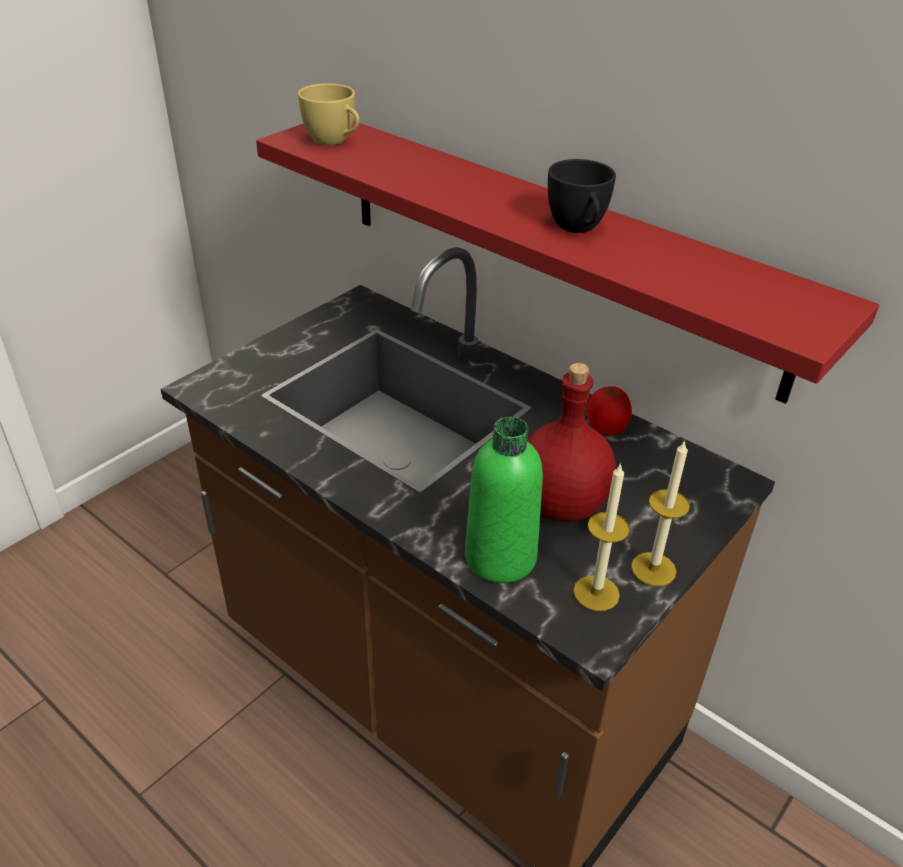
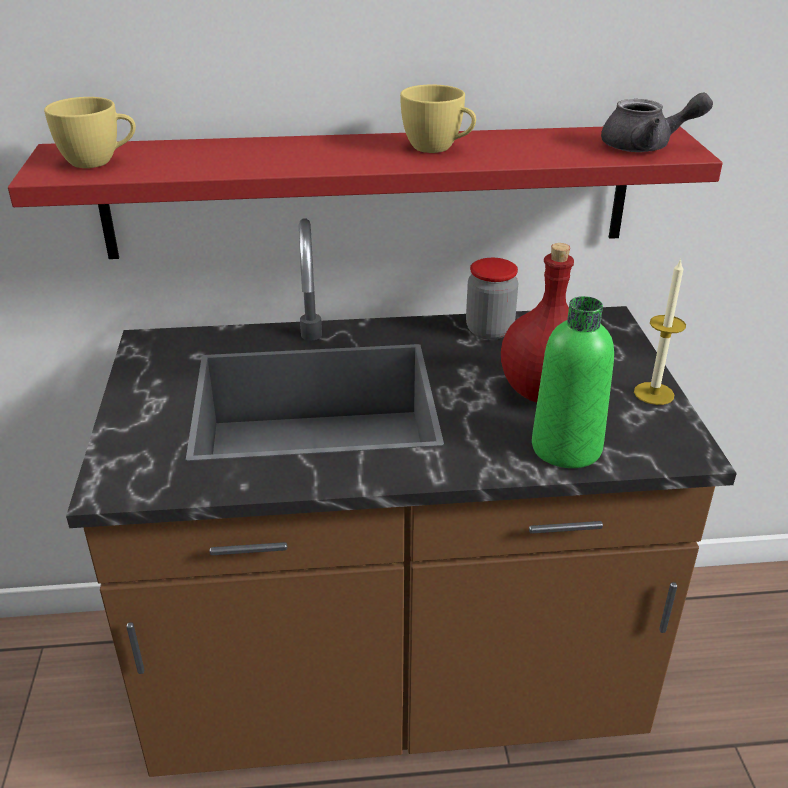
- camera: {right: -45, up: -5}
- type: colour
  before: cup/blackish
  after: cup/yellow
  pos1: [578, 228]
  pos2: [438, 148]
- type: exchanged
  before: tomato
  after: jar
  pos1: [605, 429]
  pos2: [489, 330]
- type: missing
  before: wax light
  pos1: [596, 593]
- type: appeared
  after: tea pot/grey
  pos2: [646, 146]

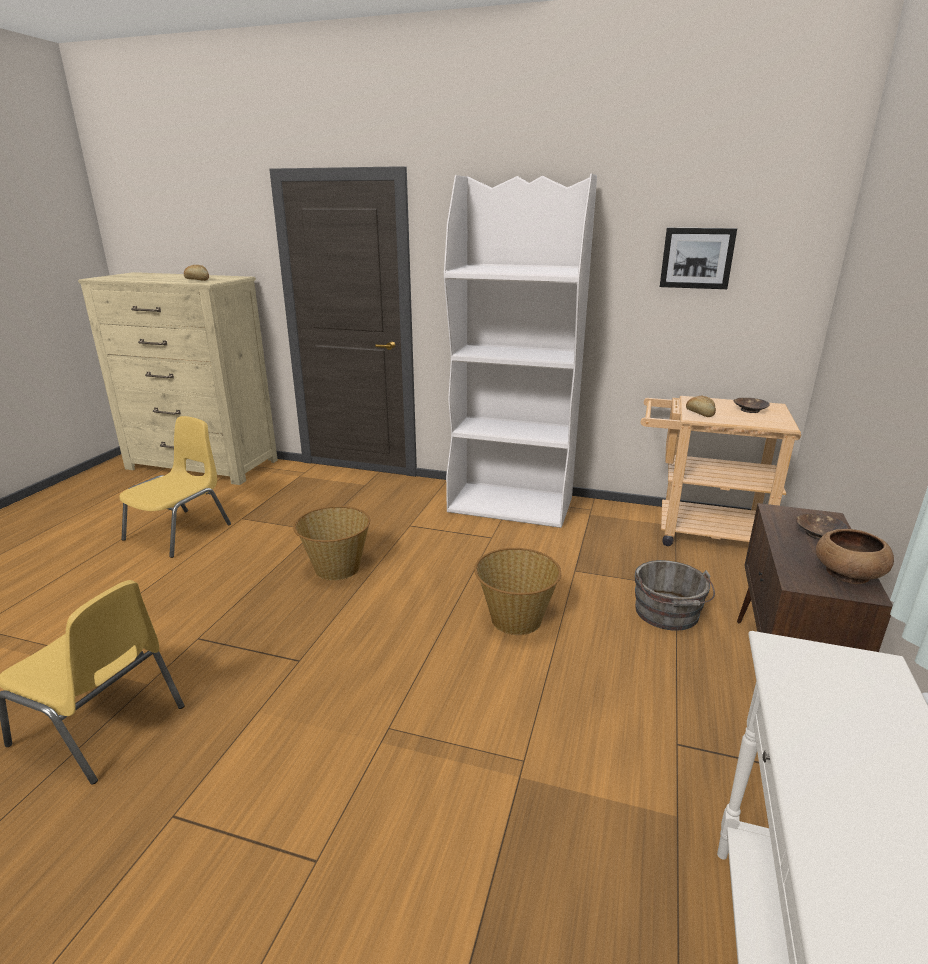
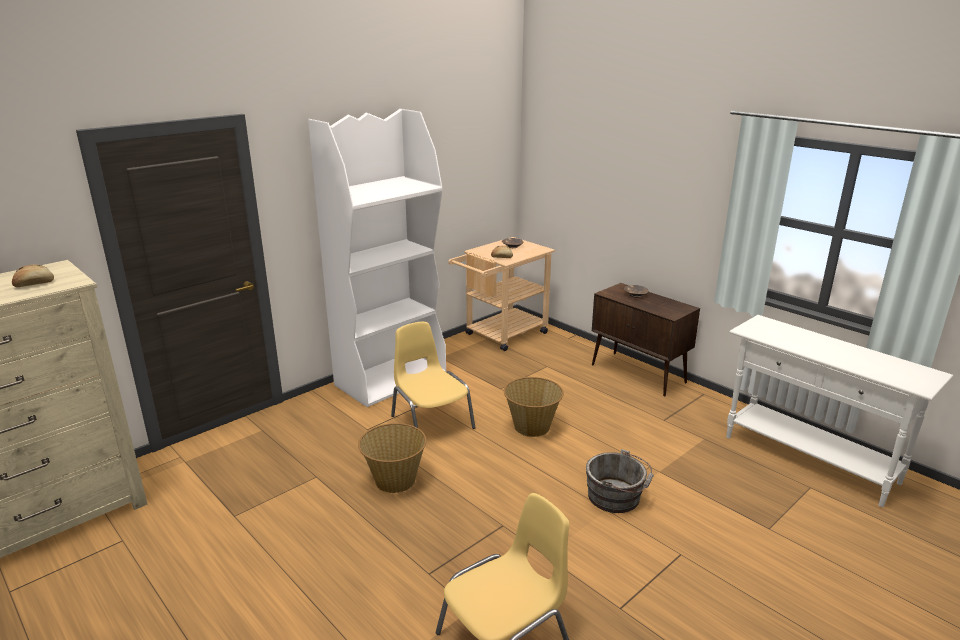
- camera: {right: -60, up: 0}
- type: missing
  before: picture
  pos1: [697, 258]
- type: relocated
  before: chair/yellow
  pos1: [180, 532]
  pos2: [431, 422]
- type: missing
  before: bowl/brownish
  pos1: [847, 574]
- type: relocated
  before: pail/grey
  pos1: [668, 614]
  pos2: [617, 497]

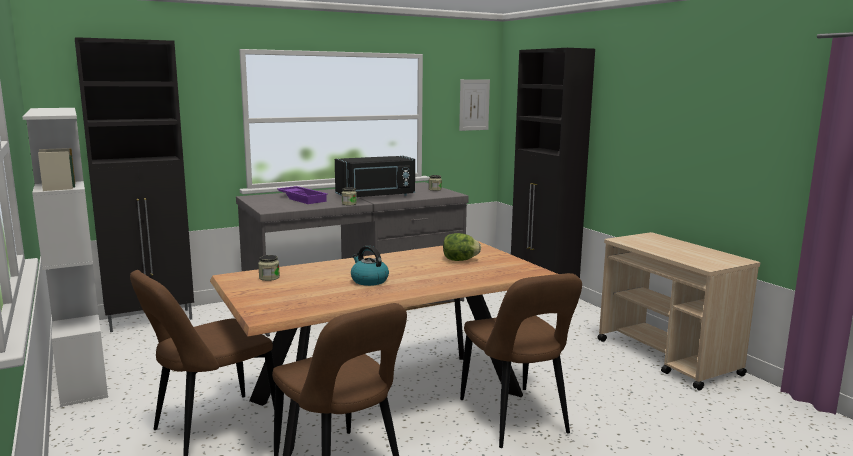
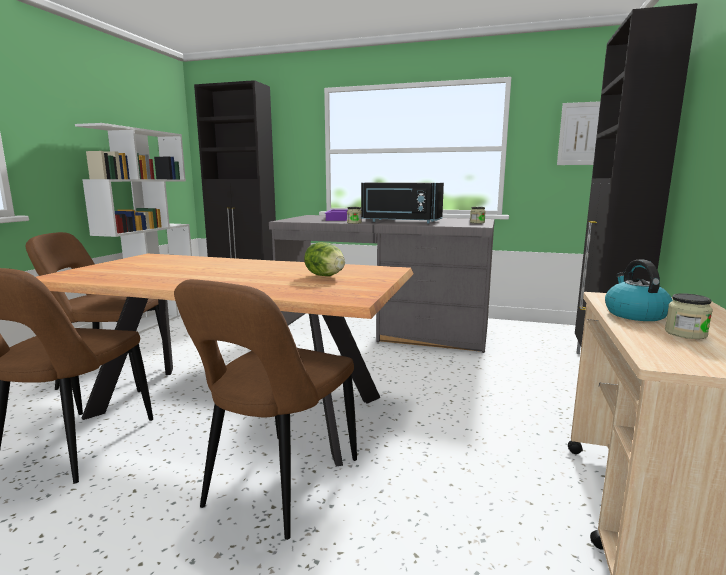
- camera: {right: 45, up: 0}
- type: relocated
  before: kettle
  pos1: [369, 280]
  pos2: [634, 314]
- type: relocated
  before: jar
  pos1: [269, 277]
  pos2: [685, 333]

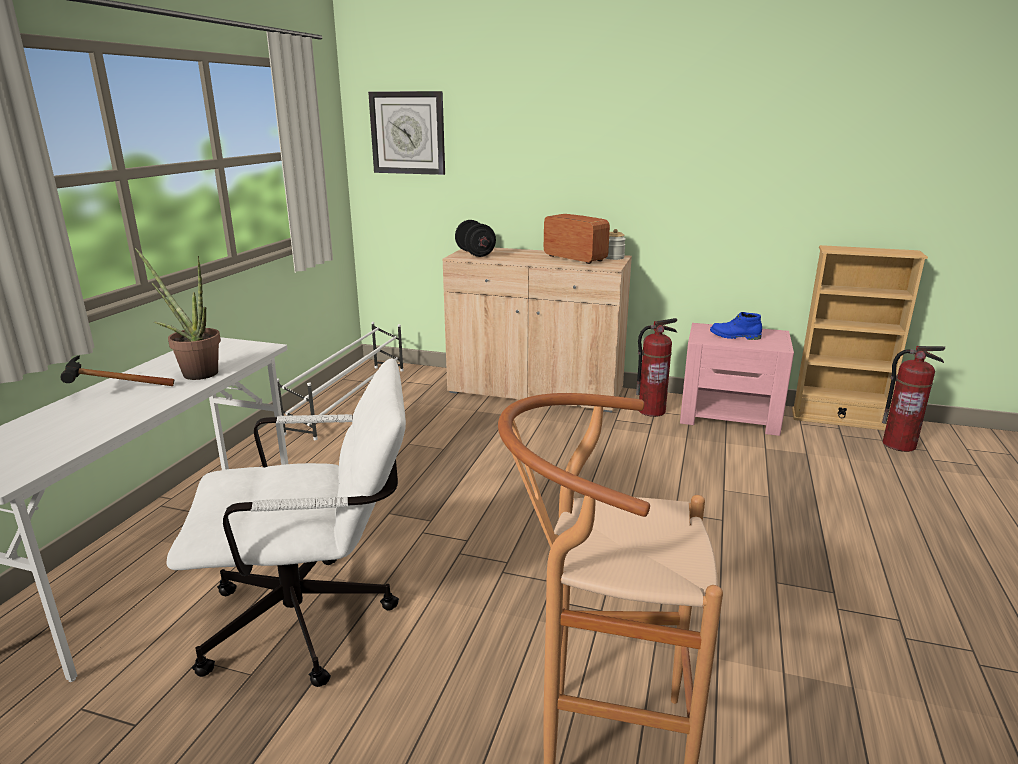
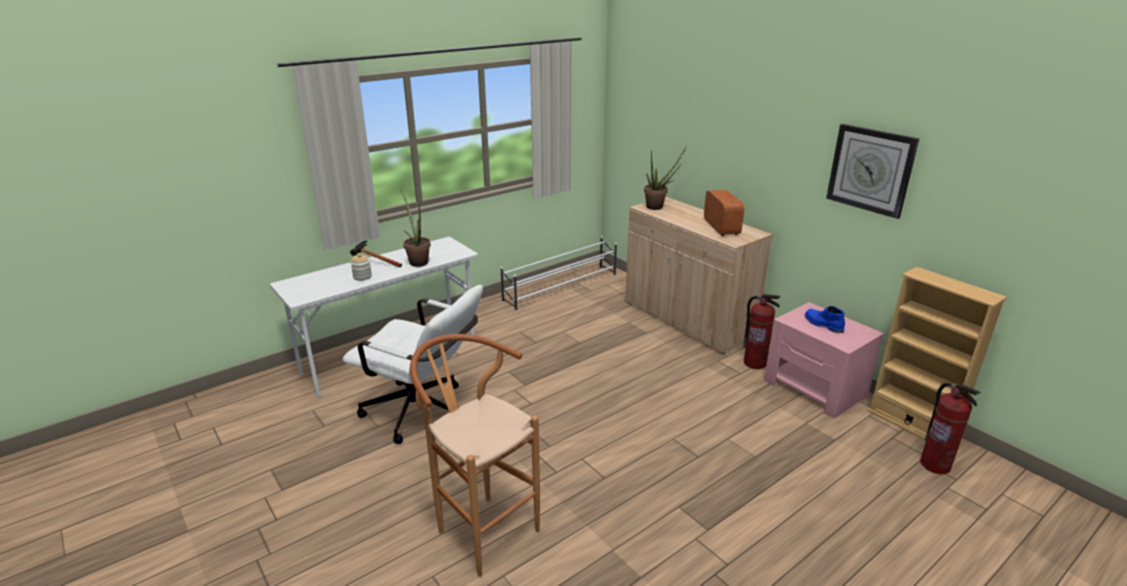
- camera: {right: 35, up: 5}
- type: relocated
  before: clock on the wall
  pos1: [408, 133]
  pos2: [871, 170]
- type: exchanged
  before: free weight/blackish
  after: plant in a pot
  pos1: [475, 254]
  pos2: [658, 207]
- type: relocated
  before: jar
  pos1: [613, 257]
  pos2: [362, 277]

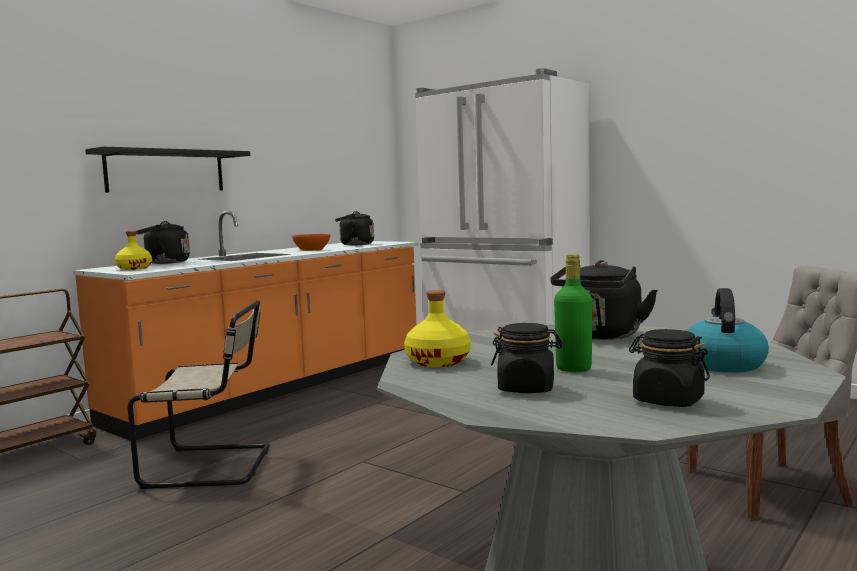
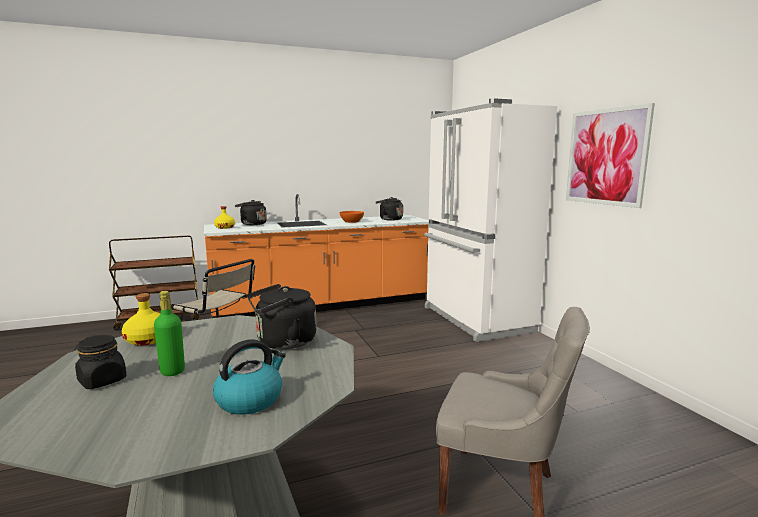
- camera: {right: 30, up: 5}
- type: missing
  before: shelf/blackish
  pos1: [166, 171]
- type: missing
  before: jar/blackish
  pos1: [668, 400]
- type: appeared
  after: picture
  pos2: [606, 157]

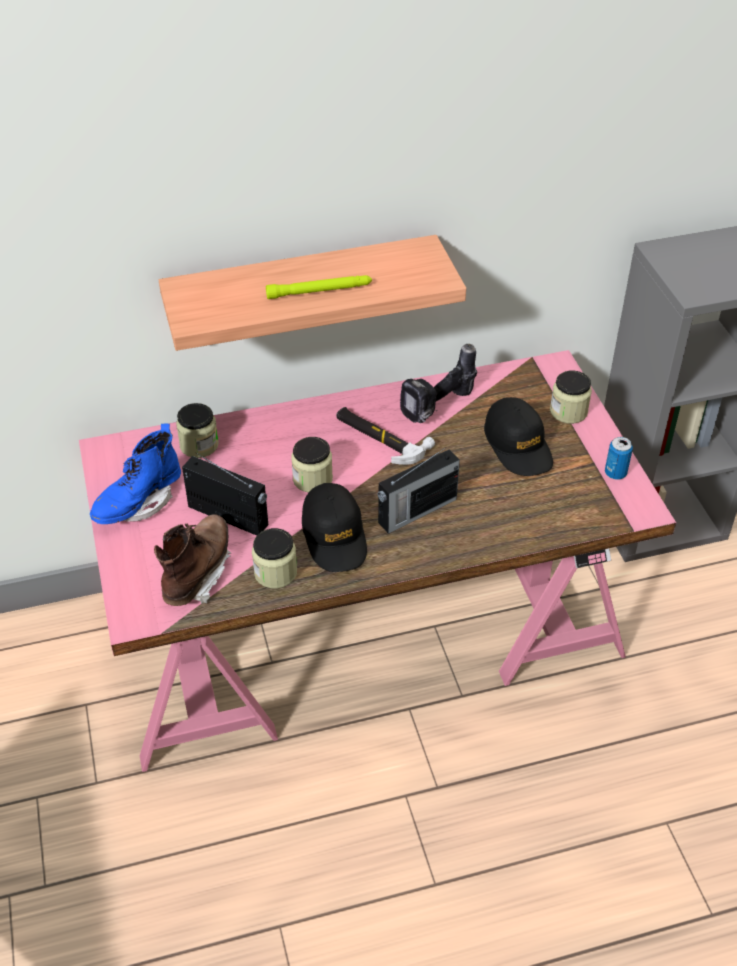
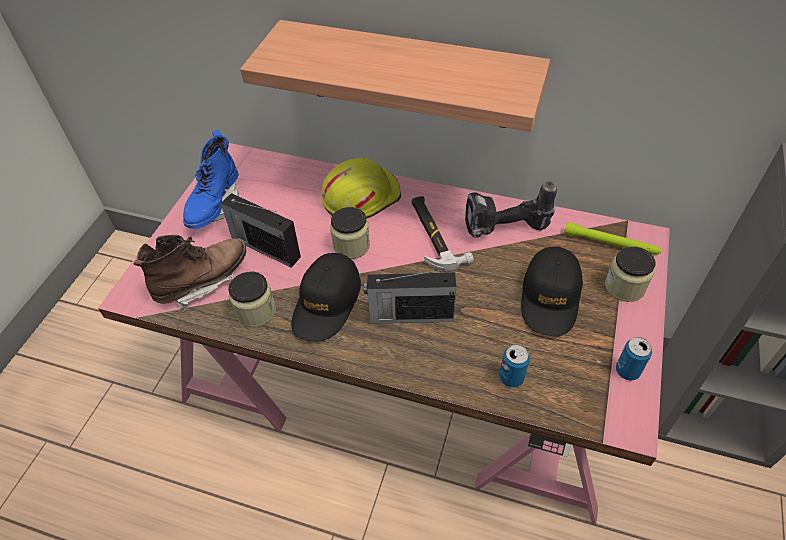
- camera: {right: 35, up: 5}
- type: relocated
  before: hand torch/greenish
  pos1: [319, 291]
  pos2: [610, 243]
- type: missing
  before: jar
  pos1: [199, 445]
- type: spun
  before: boot/blue
  pos1: [139, 503]
  pos2: [215, 206]
  turn: -60
- type: spun
  before: radio set
  pos1: [229, 516]
  pos2: [265, 247]
  turn: 150
- type: appeared
  after: work helmet/yellow
  pos2: [360, 196]
- type: appeared
  after: metal can
  pos2: [511, 378]

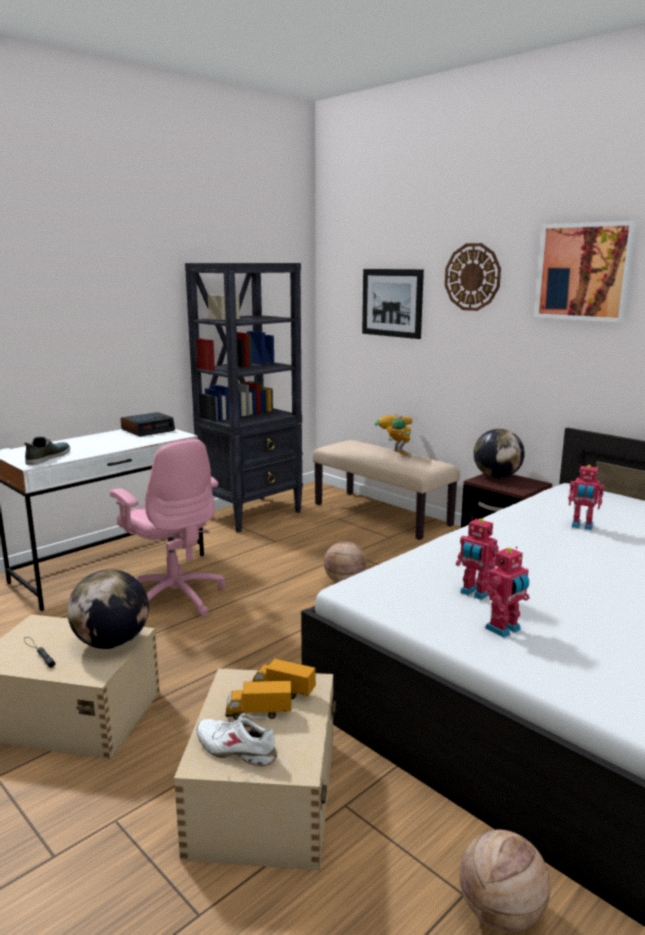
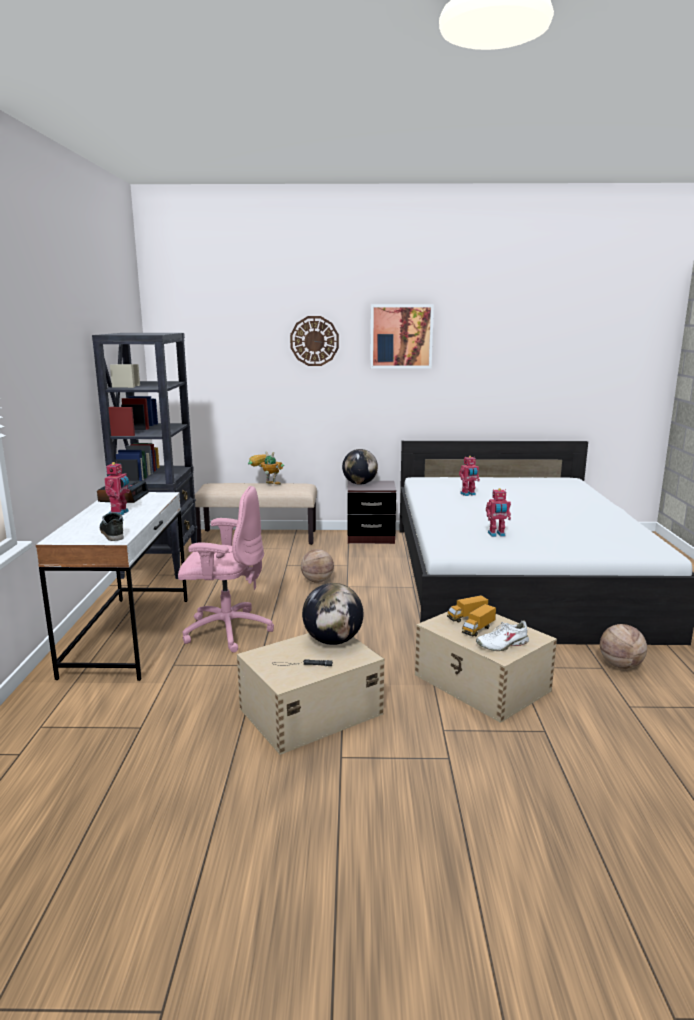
- camera: {right: -45, up: 0}
- type: missing
  before: picture
  pos1: [392, 303]
- type: relocated
  before: toy robot
  pos1: [504, 629]
  pos2: [120, 513]

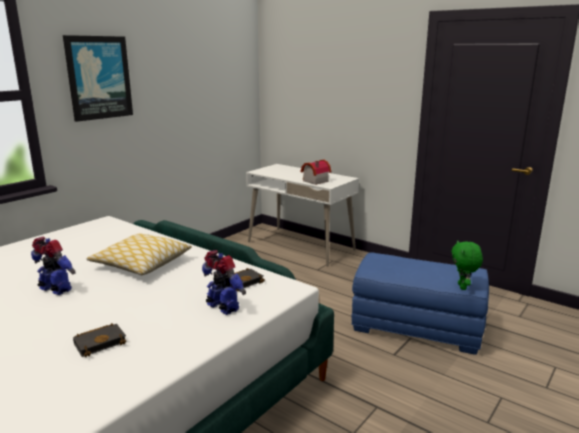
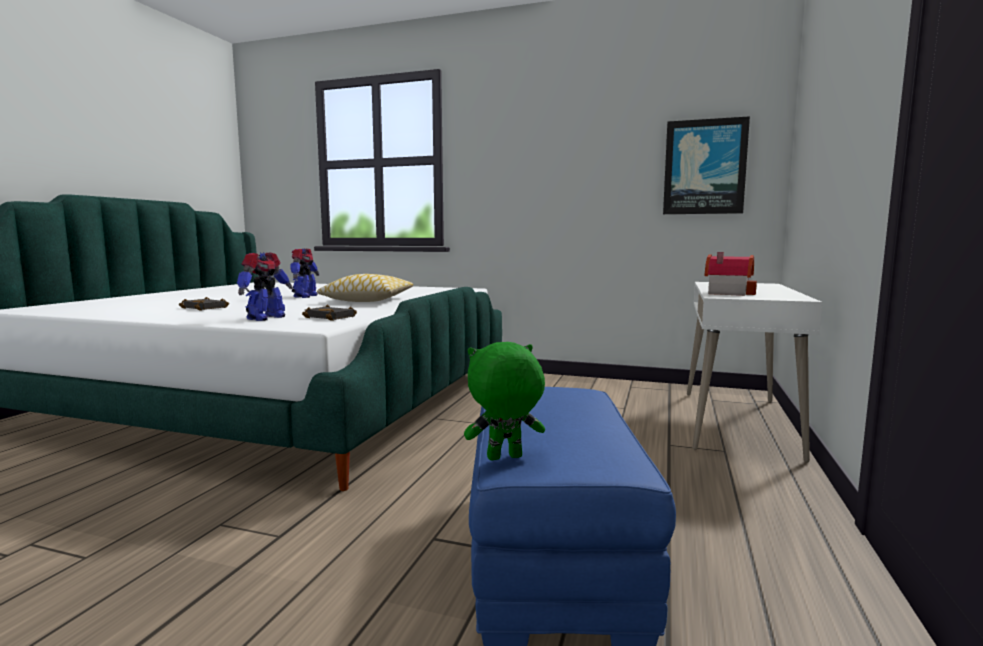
- camera: {right: 70, up: -10}
- type: relocated
  before: picture
  pos1: [99, 78]
  pos2: [704, 167]

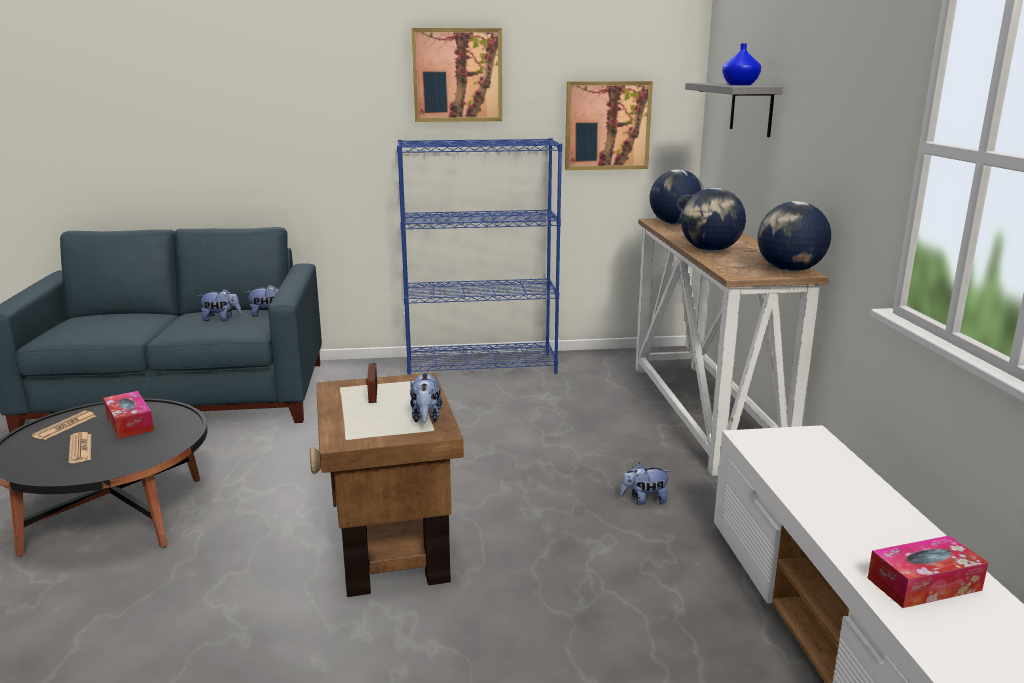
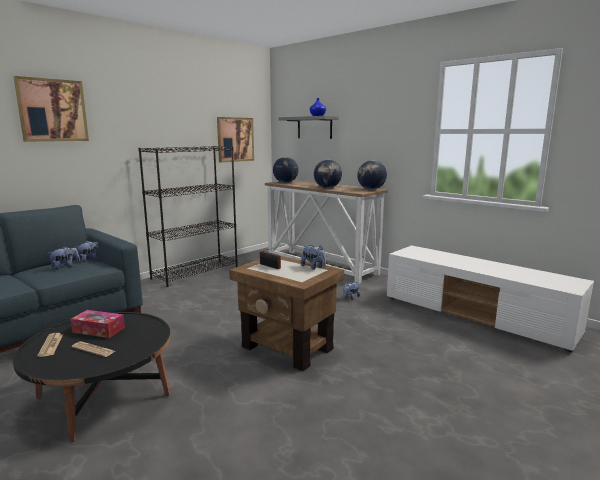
- camera: {right: -40, up: -5}
- type: relocated
  before: picture
  pos1: [457, 75]
  pos2: [52, 110]
- type: colour
  before: shelving unit/blue
  after: shelving unit/blackish
  pos1: [482, 366]
  pos2: [196, 272]
- type: missing
  before: tissue box
  pos1: [924, 584]

